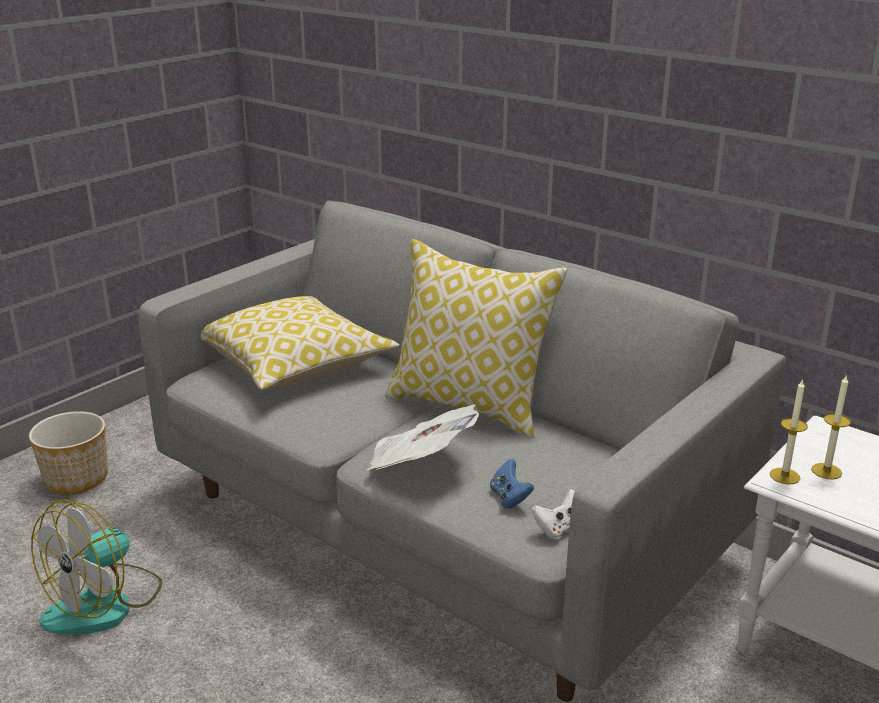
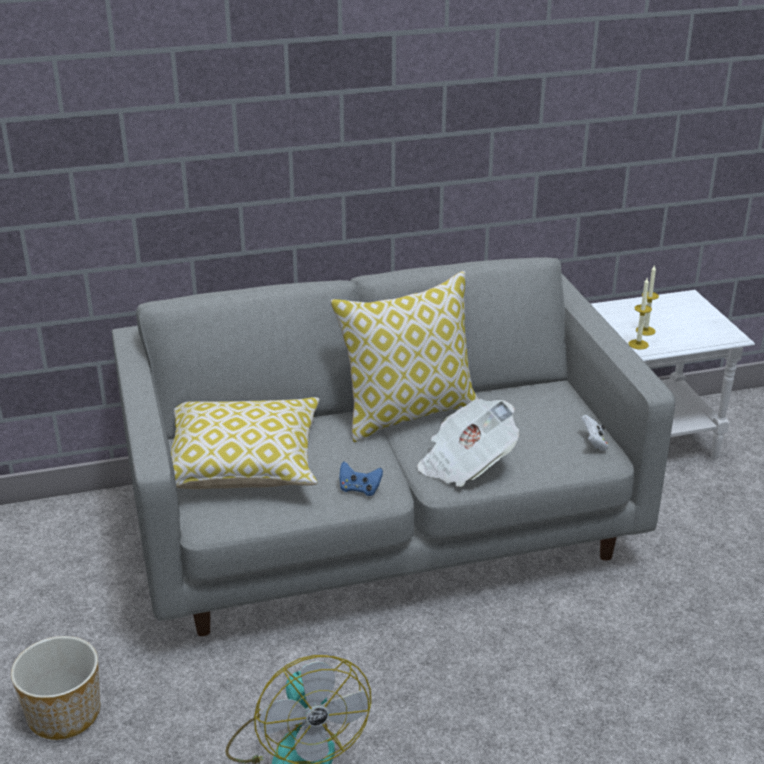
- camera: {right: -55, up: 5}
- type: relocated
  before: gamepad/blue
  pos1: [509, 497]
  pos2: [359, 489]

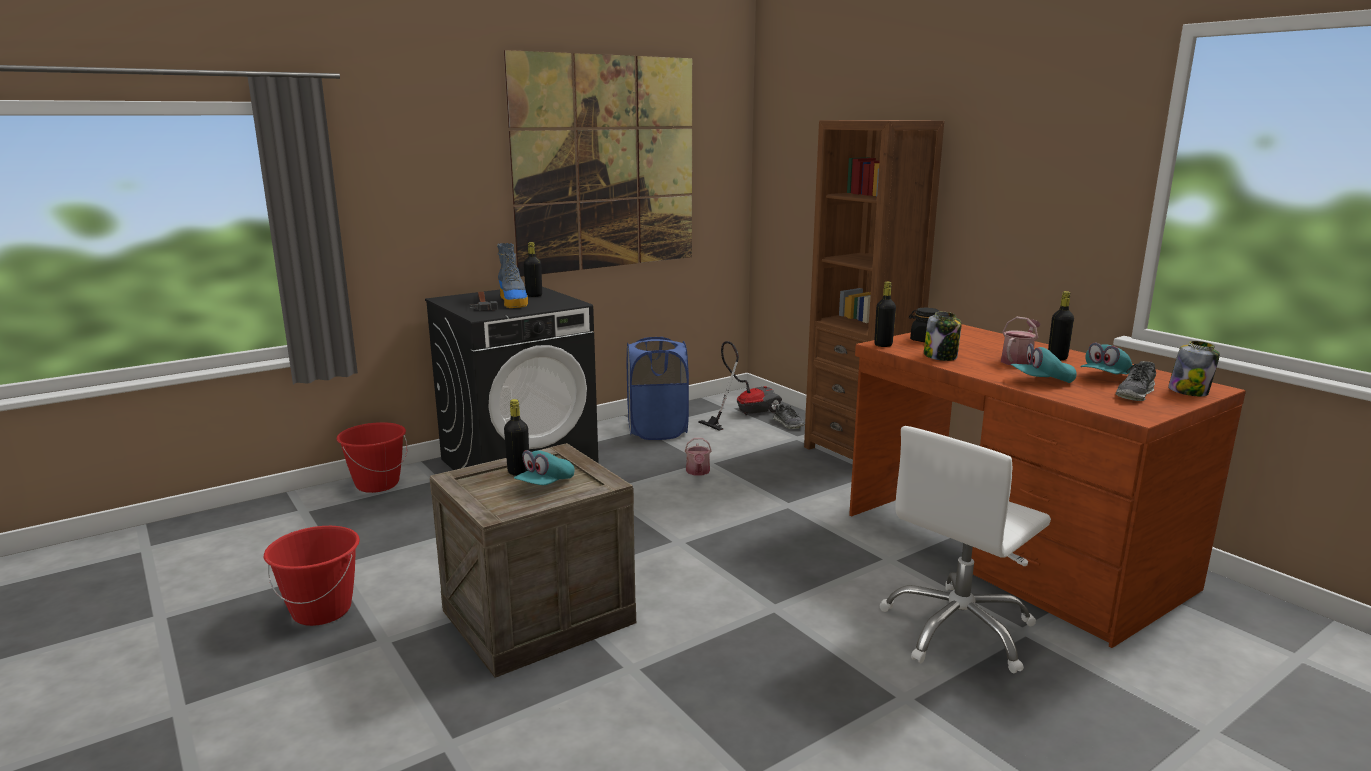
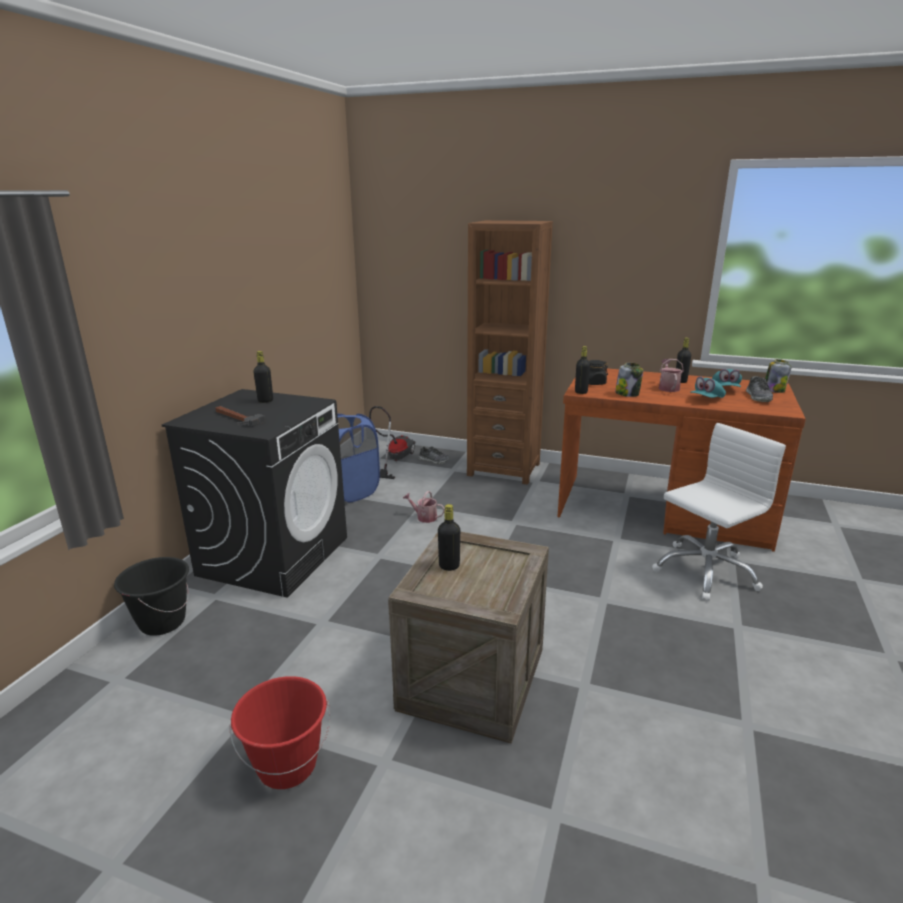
- camera: {right: -35, up: 5}
- type: missing
  before: picture
  pos1: [606, 164]
- type: missing
  before: boot
  pos1: [513, 302]
- type: colour
  before: pail/red-coloured
  after: pail/blackish
  pos1: [377, 484]
  pos2: [162, 622]
- type: spun
  before: desk chair/whitish
  pos1: [958, 630]
  pos2: [705, 571]
  turn: -135
- type: spun
  before: watering pot
  pos1: [698, 472]
  pos2: [424, 517]
  turn: 150
- type: missing
  before: baseball cap/blue-green
  pos1: [545, 484]

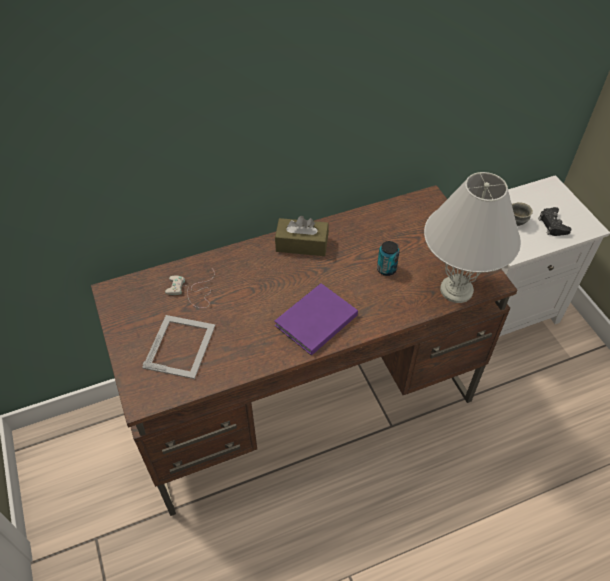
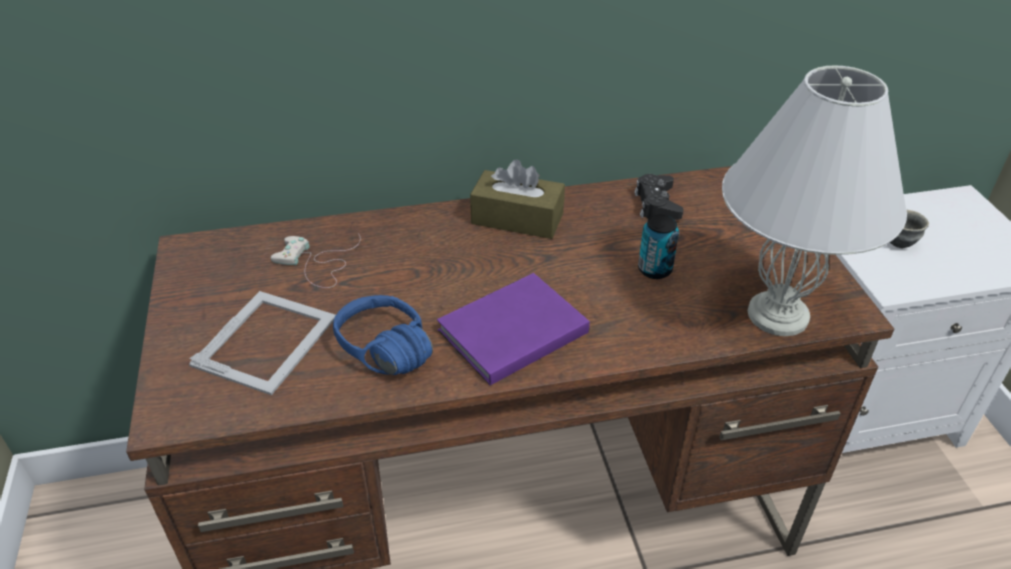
- camera: {right: 10, up: -10}
- type: relocated
  before: gamepad/blackish
  pos1: [552, 225]
  pos2: [657, 204]
- type: appeared
  after: pair of headphones/blue
  pos2: [372, 358]

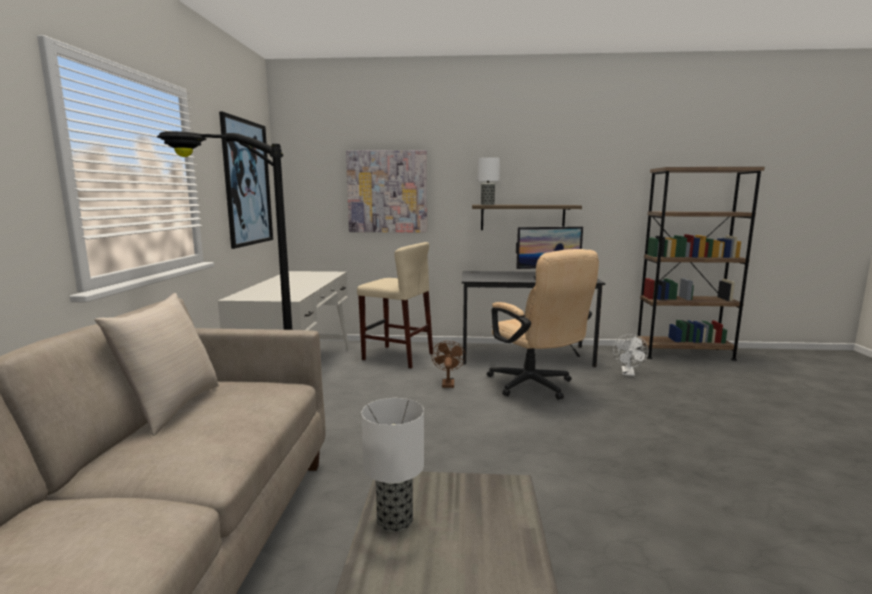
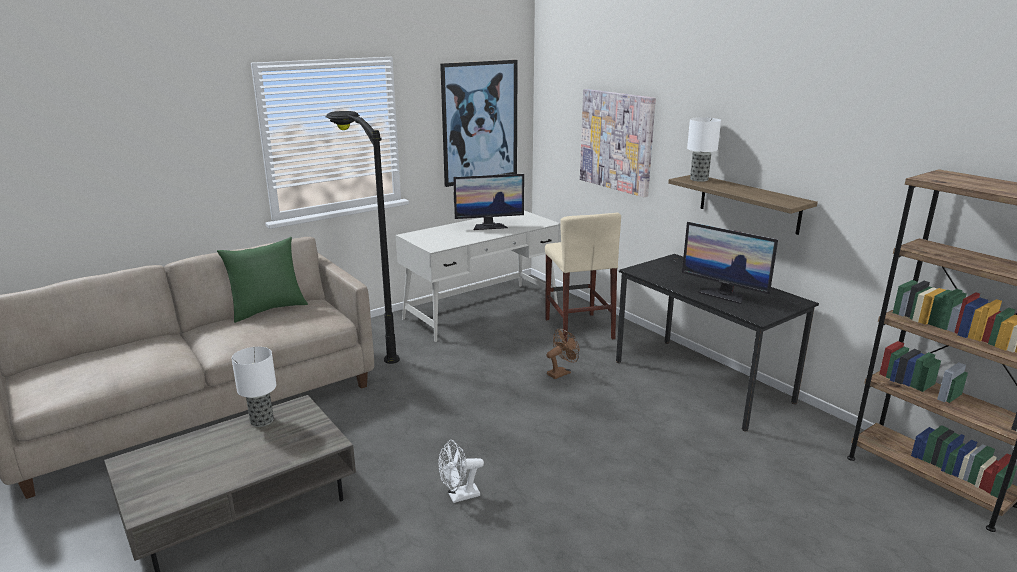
- camera: {right: 50, up: 10}
- type: missing
  before: desk chair/sand-coloured
  pos1: [535, 387]
- type: colour
  before: pillow/sand-coloured
  after: pillow/greenish
  pos1: [172, 408]
  pos2: [268, 309]
- type: relocated
  before: cooling fan/whitish
  pos1: [628, 373]
  pos2: [459, 496]
- type: appeared
  after: computer display
  pos2: [489, 226]

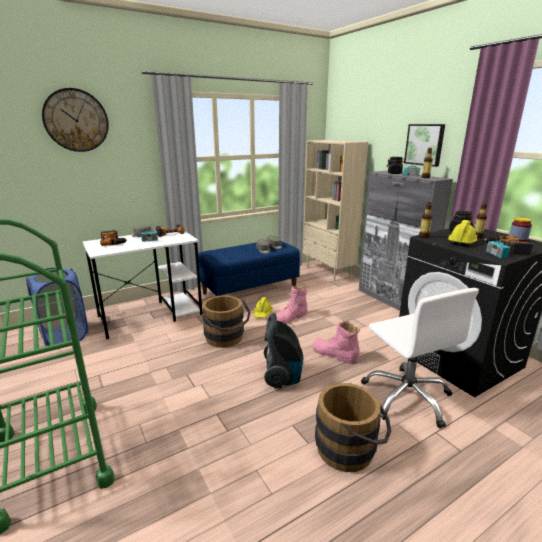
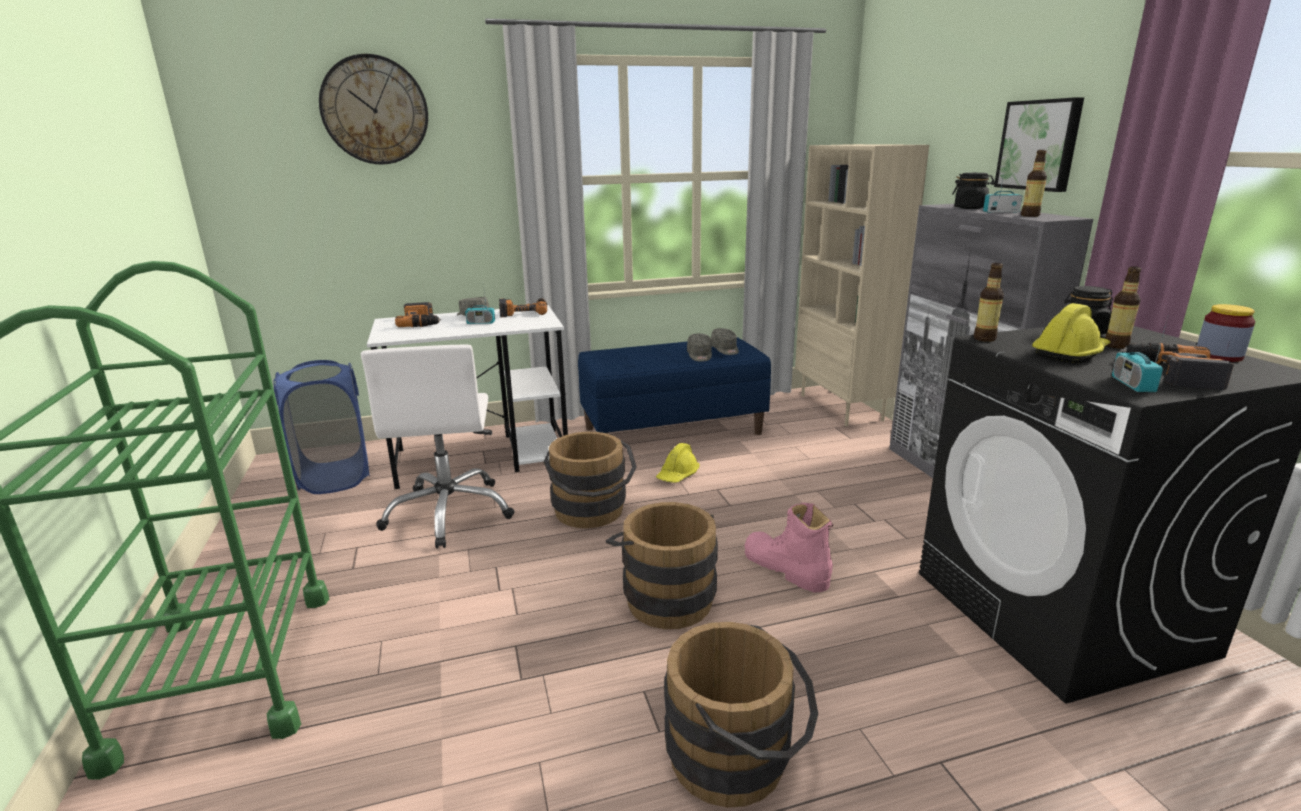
- camera: {right: 15, up: 0}
- type: missing
  before: boot/pink
  pos1: [291, 317]
- type: relocated
  before: desk chair/whitish
  pos1: [407, 397]
  pos2: [449, 512]
- type: exchanged
  before: vacuum cleaner
  after: pail/brownish
  pos1: [282, 376]
  pos2: [664, 596]

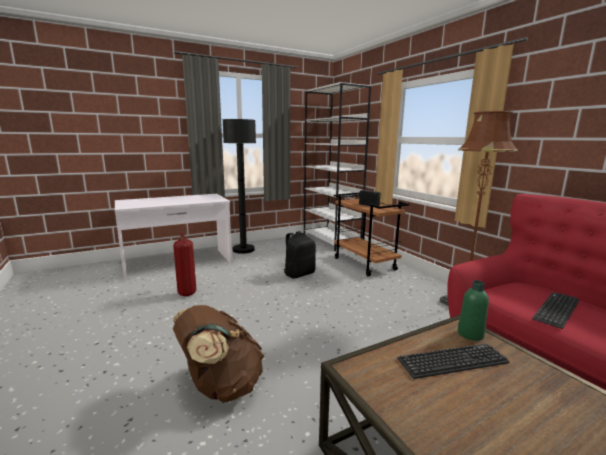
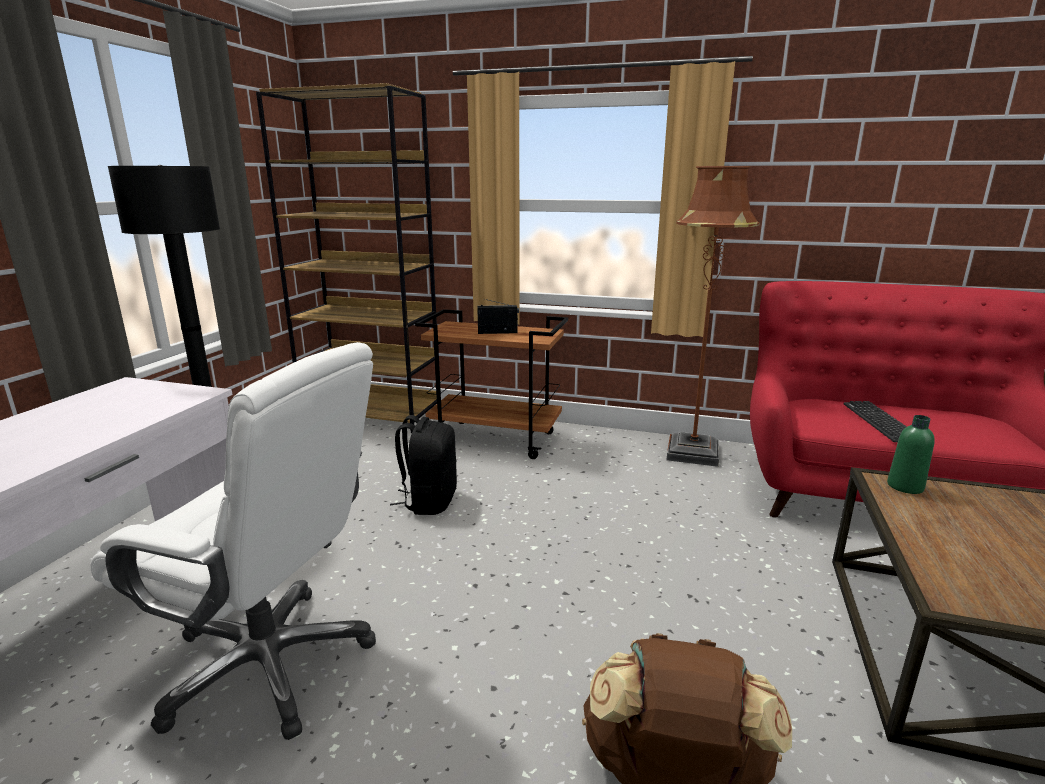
- camera: {right: -45, up: 5}
- type: colour
  before: shelving unit/whitish
  after: shelving unit/brownish
  pos1: [331, 240]
  pos2: [373, 414]
- type: exchanged
  before: extinguisher
  after: desk chair/whitish
  pos1: [186, 293]
  pos2: [270, 663]
- type: missing
  before: PC keyboard
  pos1: [452, 361]

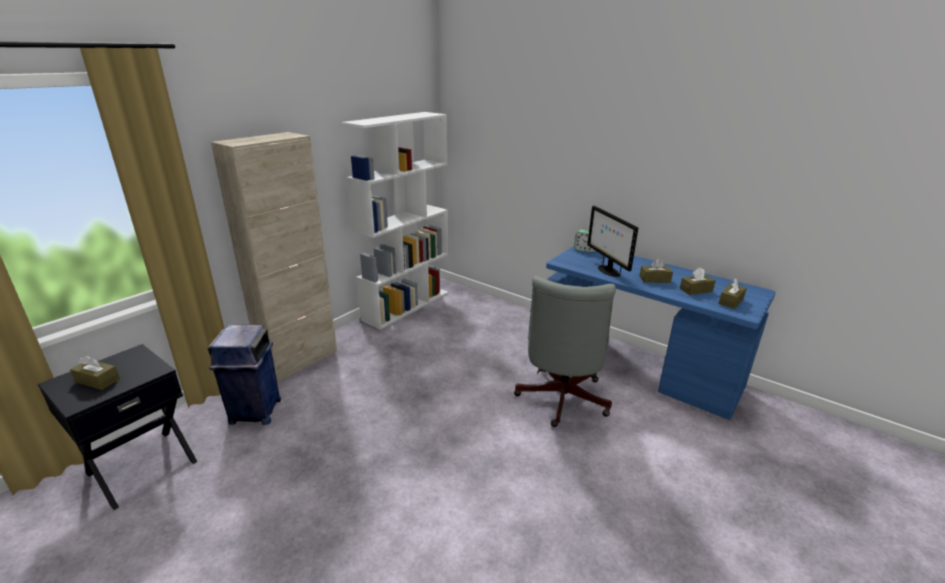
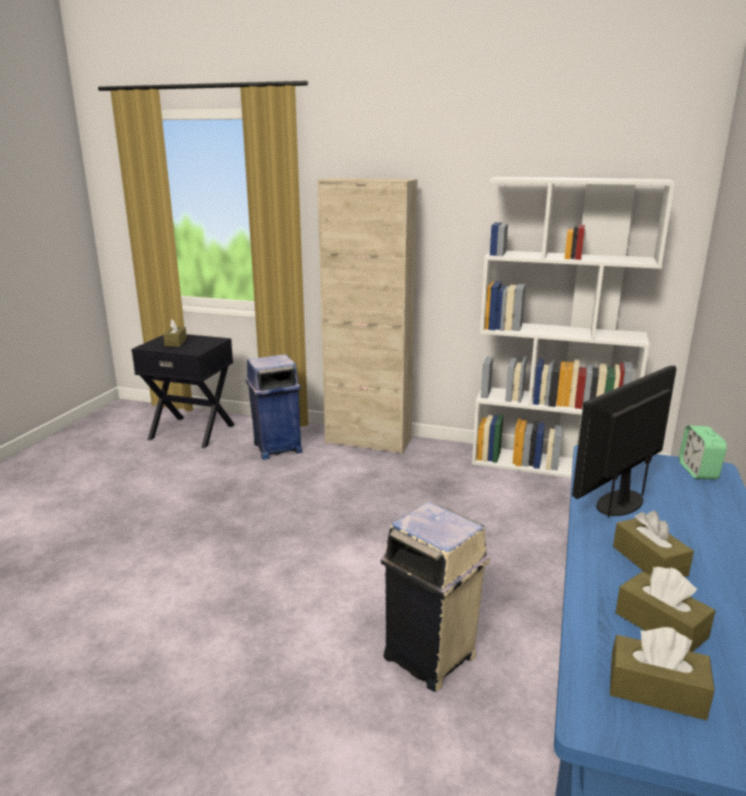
- camera: {right: 70, up: -5}
- type: exchanged
  before: desk chair/grey
  after: trash can/sand-coloured
  pos1: [560, 401]
  pos2: [431, 657]

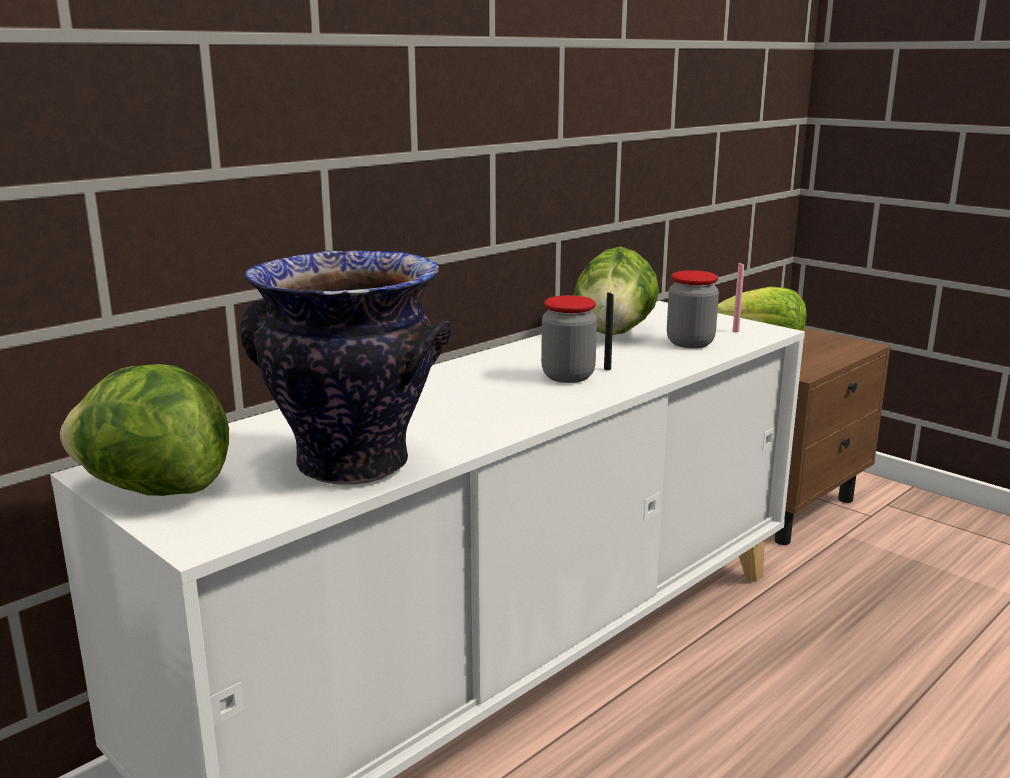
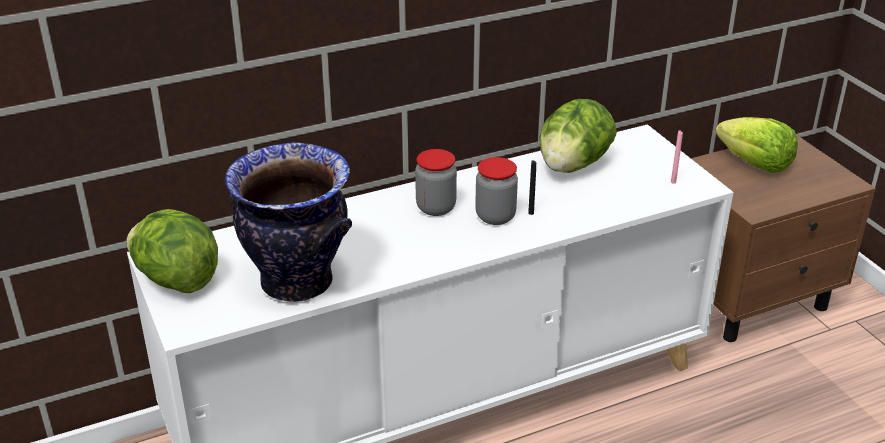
- camera: {right: 20, up: 15}
- type: relocated
  before: jar
  pos1: [690, 343]
  pos2: [436, 207]

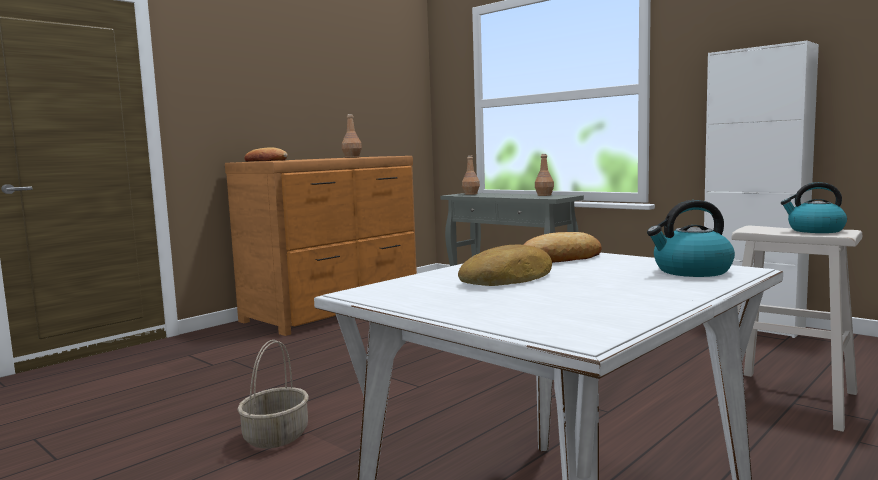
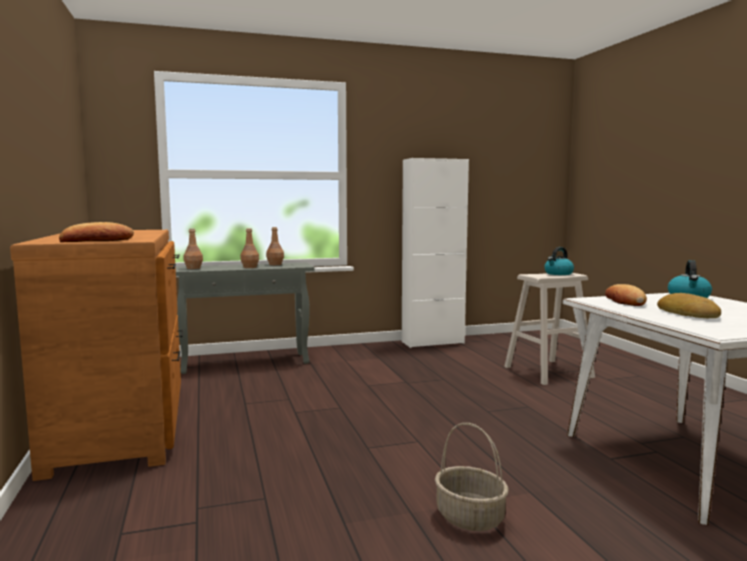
- camera: {right: -60, up: 0}
- type: relocated
  before: drink bottle/brownish
  pos1: [352, 157]
  pos2: [250, 267]

